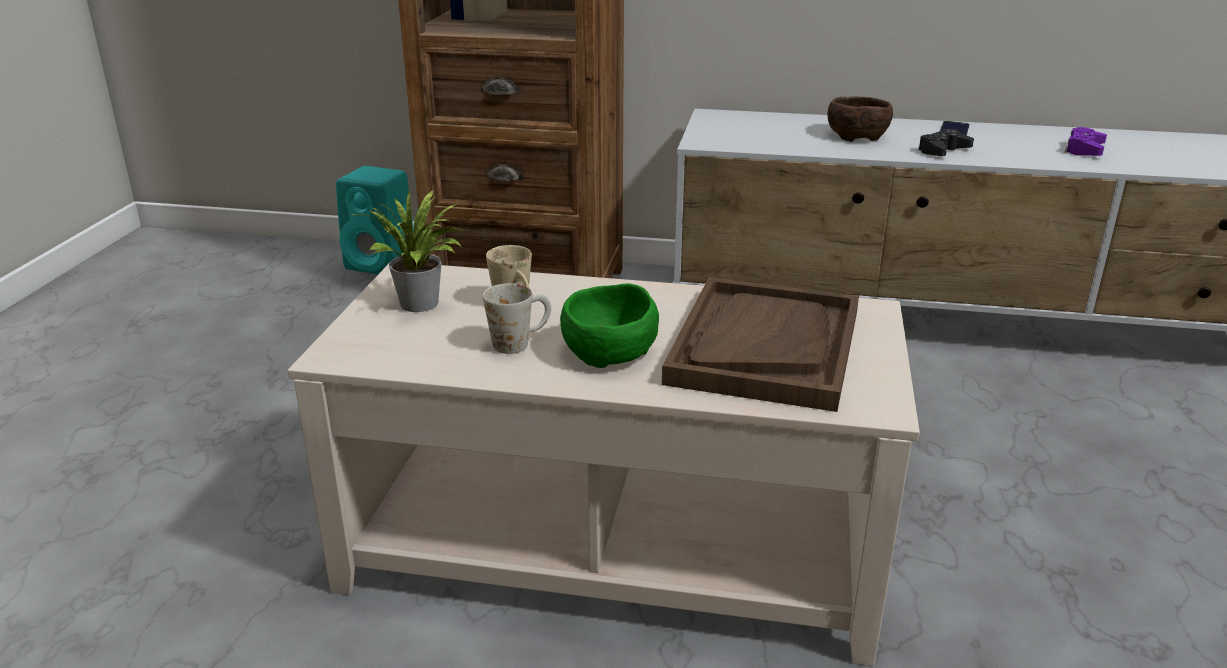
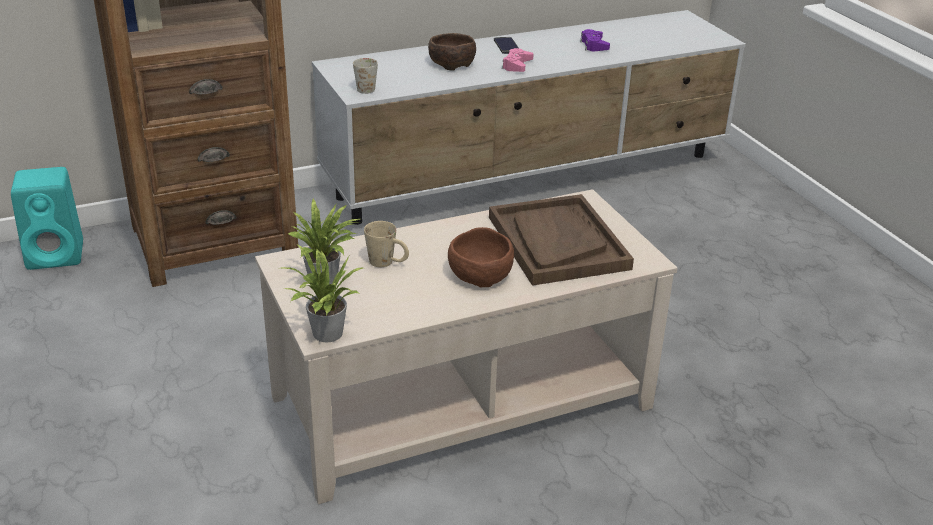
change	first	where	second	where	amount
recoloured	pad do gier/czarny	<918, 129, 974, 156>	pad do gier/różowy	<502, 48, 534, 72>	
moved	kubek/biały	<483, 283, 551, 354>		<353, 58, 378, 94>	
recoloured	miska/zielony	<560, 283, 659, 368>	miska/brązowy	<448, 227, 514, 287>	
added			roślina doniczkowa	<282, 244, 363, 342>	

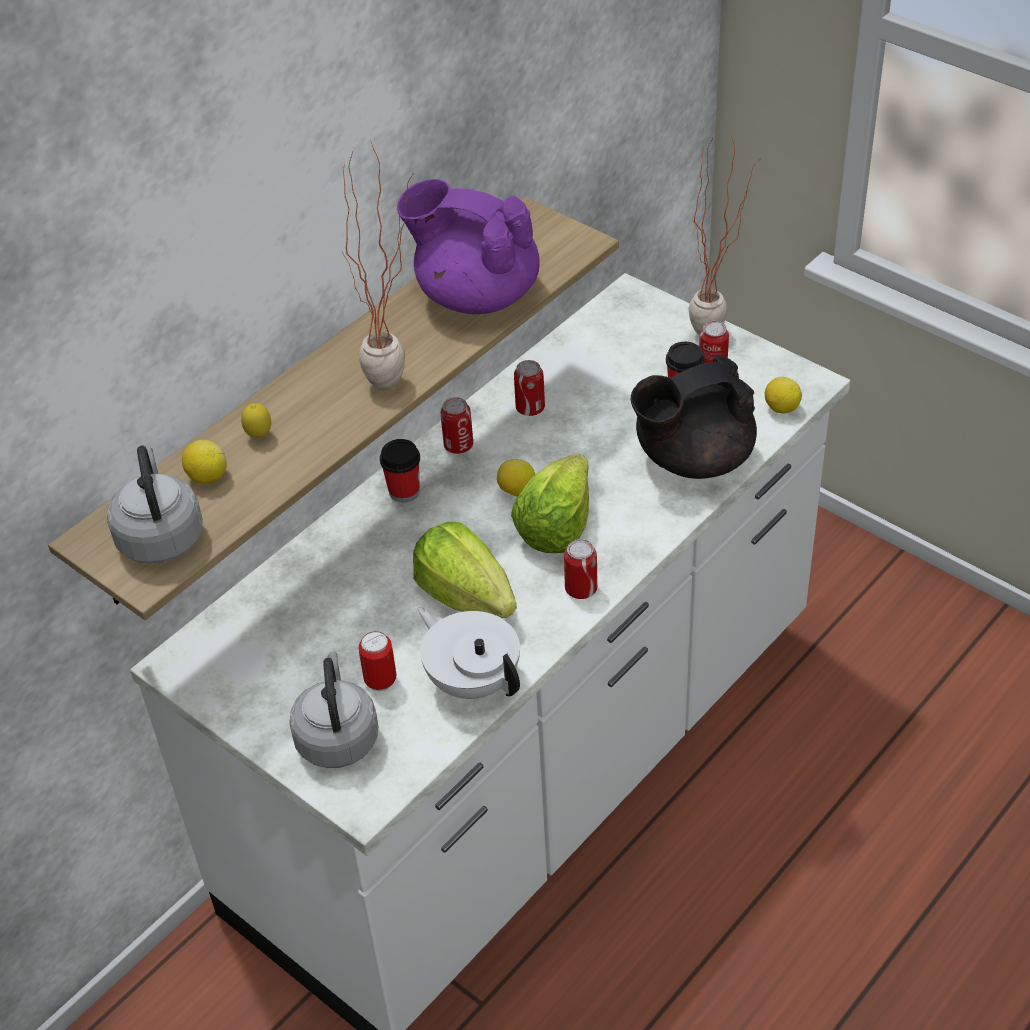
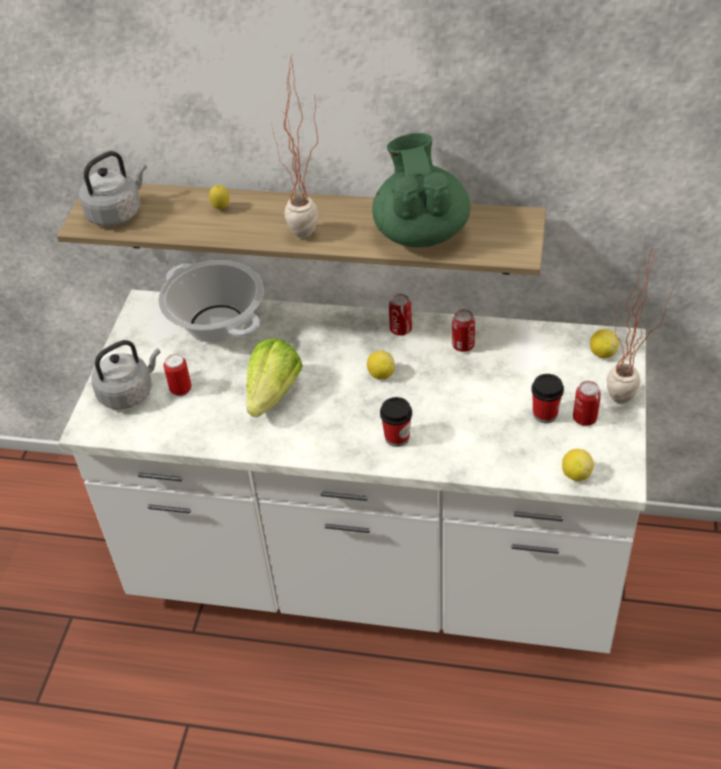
change	first	where	second	where	amount
recoloured	imbryk/fioletowy	<397, 179, 540, 314>	imbryk/zielony	<372, 133, 471, 247>	
removed	imbryk/czarny	<631, 354, 757, 479>			
moved	filiżanka	<380, 439, 420, 502>		<380, 397, 412, 447>	
moved	cytryna	<182, 440, 227, 484>		<590, 329, 619, 358>	
removed	sałata	<511, 454, 589, 553>			
removed	puszka	<564, 539, 598, 599>			
removed	imbryk/biały	<417, 607, 520, 699>			
added			garnek	<158, 260, 264, 343>	

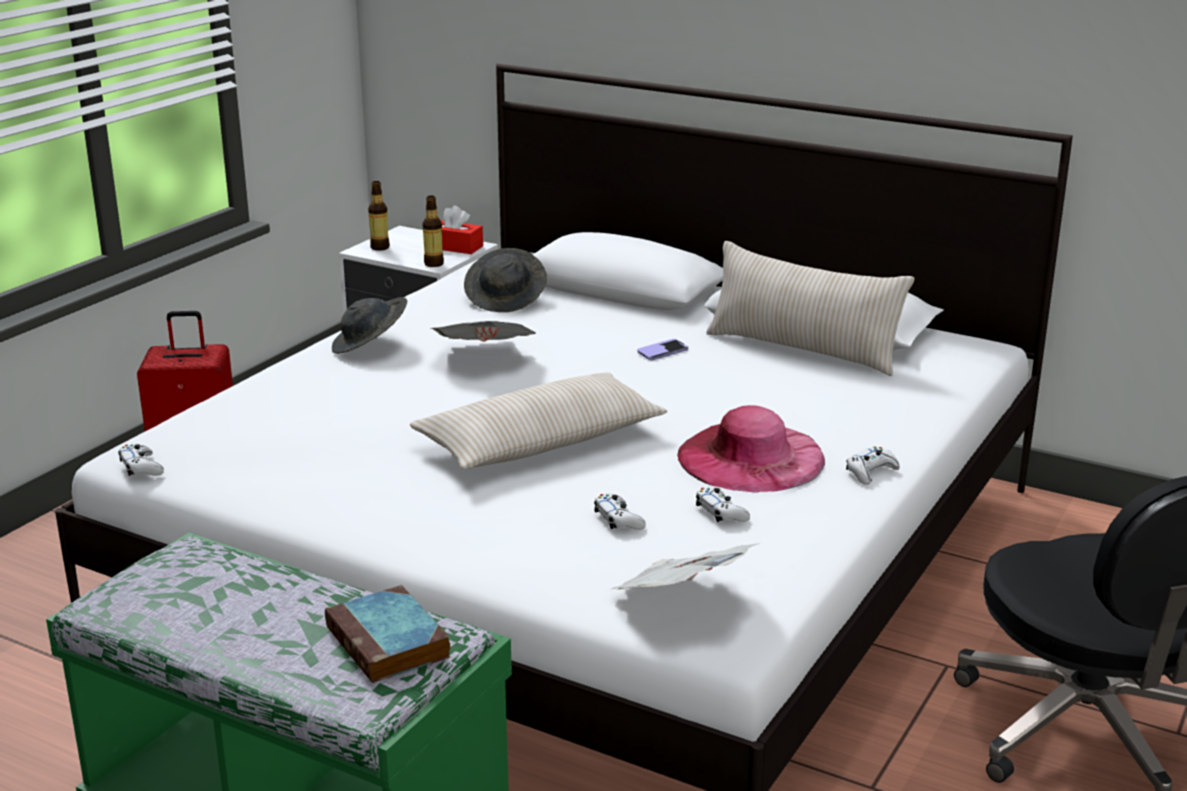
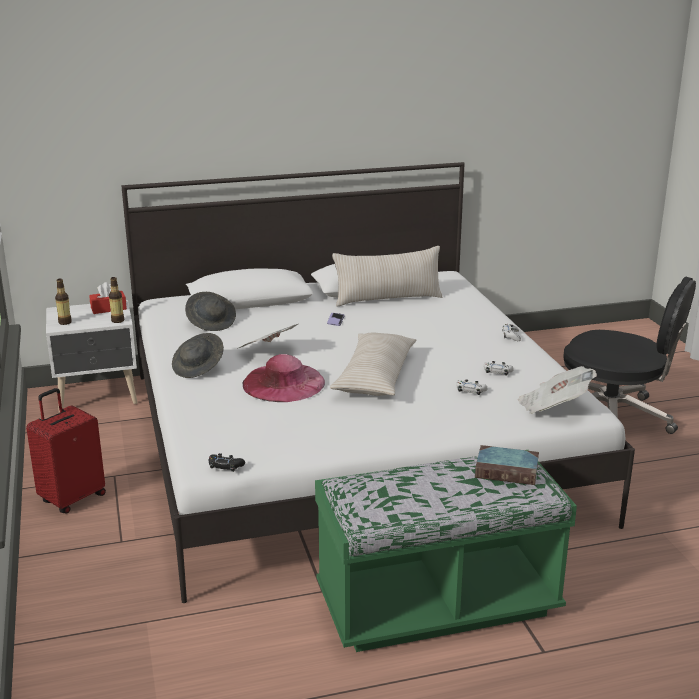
change	first	where	second	where	amount
moved	kapelusz/różowy	<677, 405, 825, 493>		<243, 354, 325, 402>	
recoloured	pad do gier/biały	<118, 443, 164, 476>	pad do gier/czarny	<208, 453, 245, 472>	

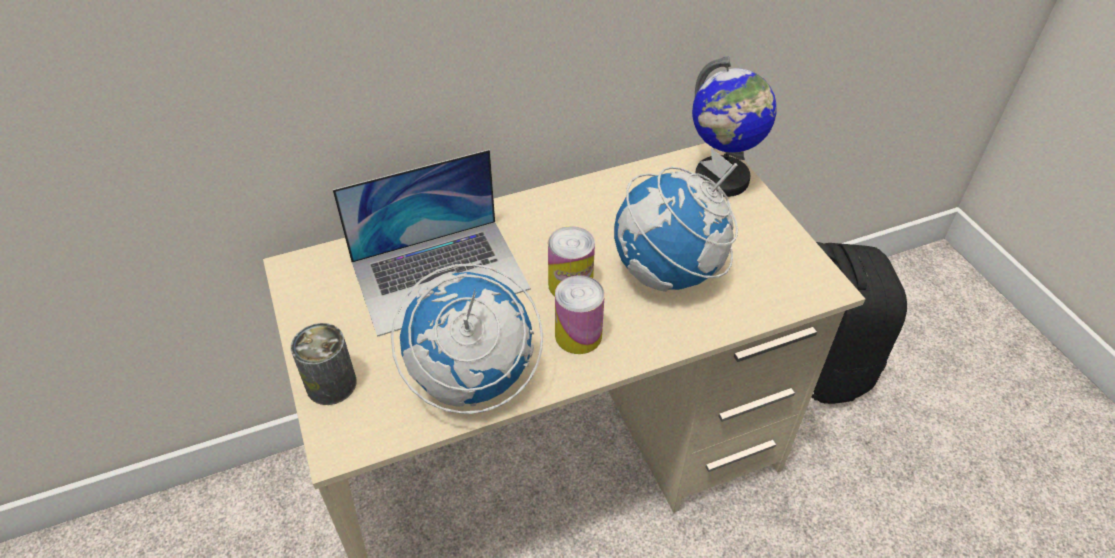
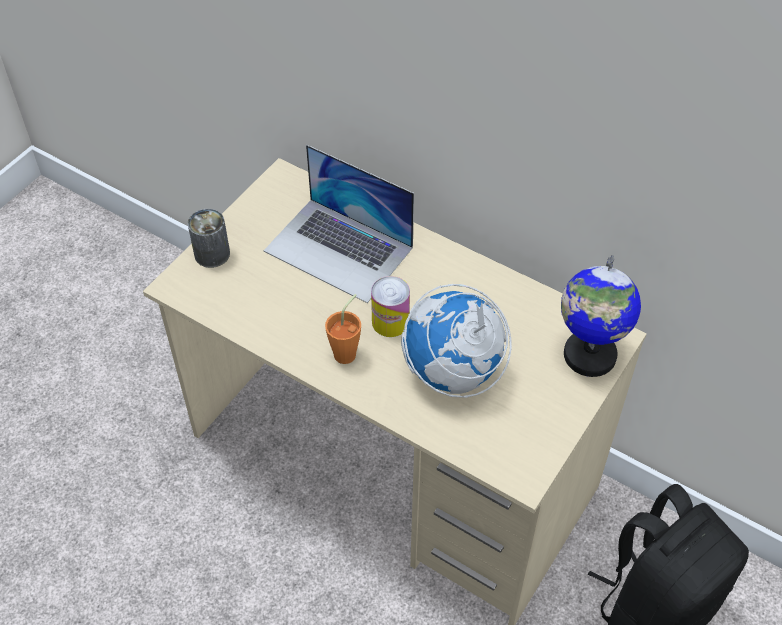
change	first	where	second	where	amount
removed	globus	<391, 263, 543, 414>			
replaced	puszka	<555, 275, 605, 354>	filiżanka/pomarańczowy	<325, 294, 361, 364>	

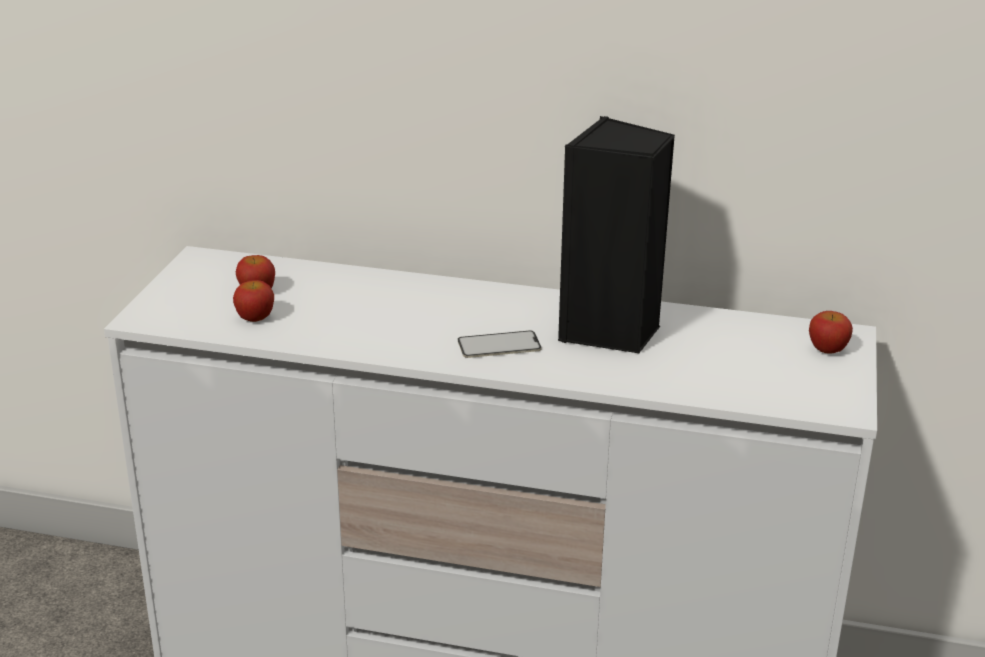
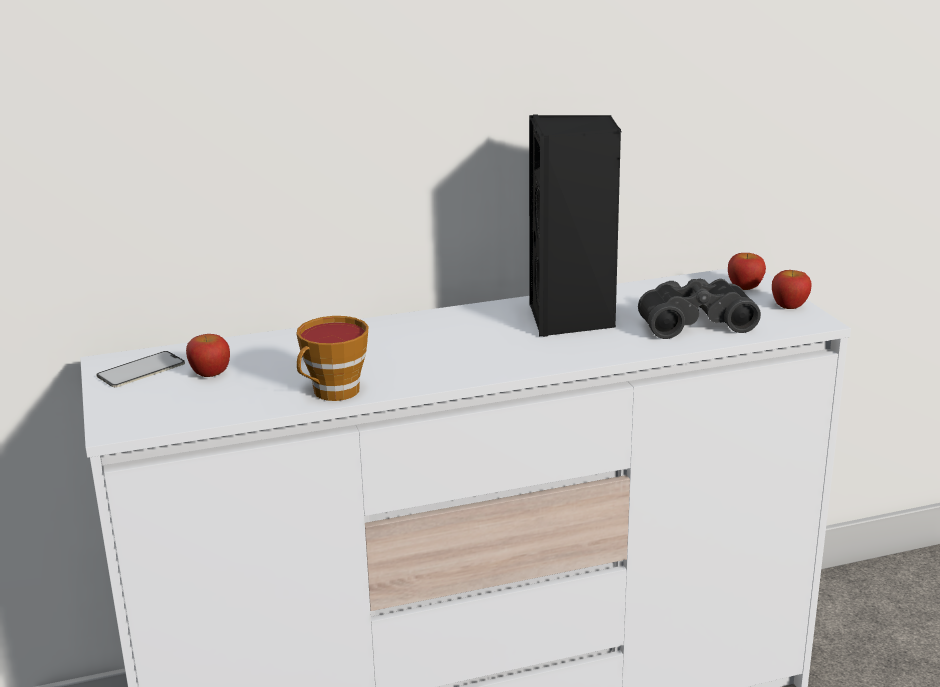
change	first	where	second	where	amount
moved	jabłko	<233, 280, 274, 322>		<772, 270, 812, 309>	
moved	telefon	<458, 330, 541, 358>		<96, 351, 185, 387>	
added			lornetka/czarny	<638, 279, 761, 339>	
added			filiżanka	<296, 316, 368, 401>	

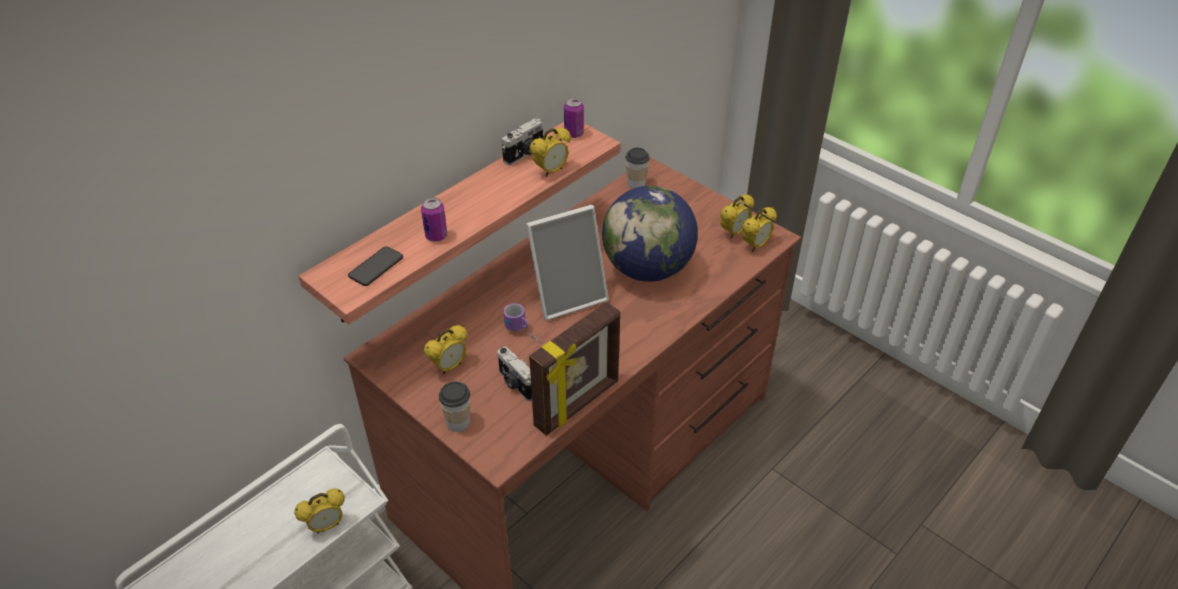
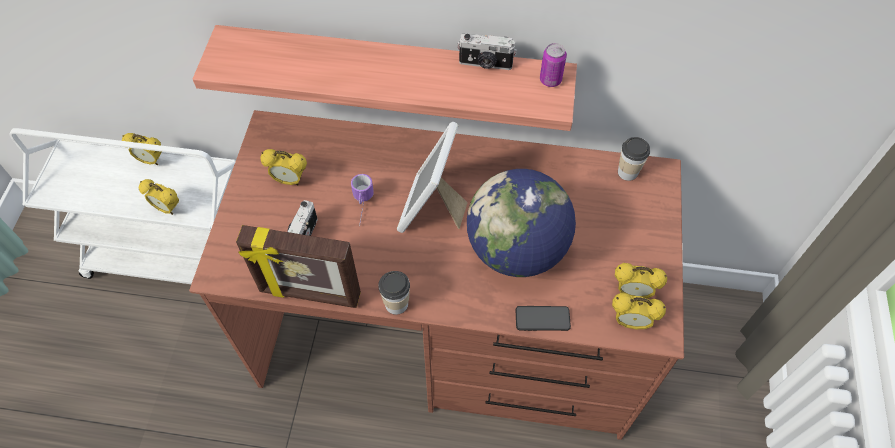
change	first	where	second	where	amount
moved	budzik	<530, 128, 571, 177>		<122, 133, 162, 165>	
removed	puszka	<421, 197, 447, 242>			
turned	ramka na zdjęcie	<526, 205, 609, 321>		<397, 122, 468, 233>	75 degrees clockwise
moved	telefon	<348, 246, 403, 286>		<516, 306, 571, 331>	
moved	filiżanka	<439, 381, 470, 432>		<378, 271, 410, 315>	

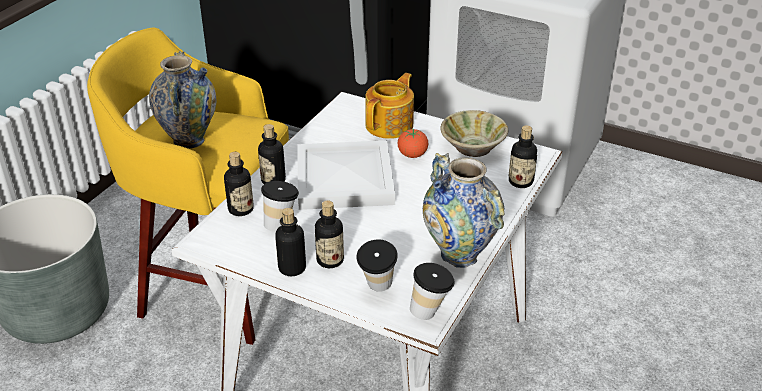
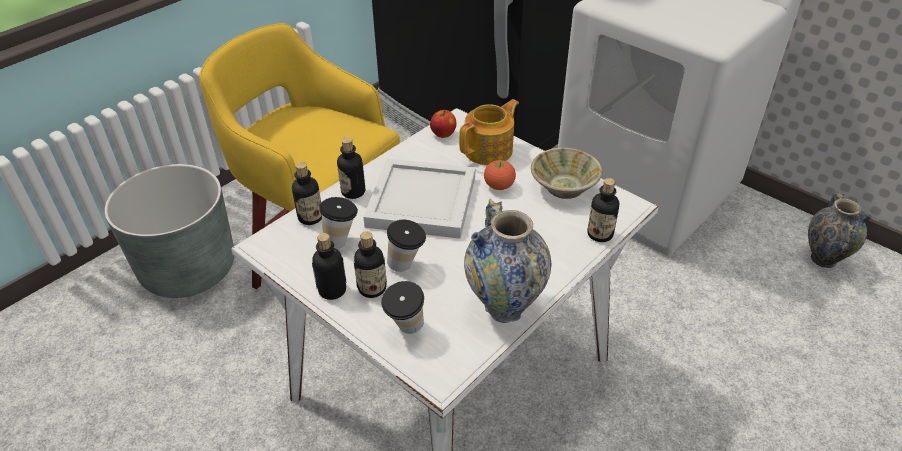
change	first	where	second	where	amount
moved	wazon	<149, 51, 216, 149>		<808, 192, 872, 268>	
moved	filiżanka	<410, 263, 455, 320>		<387, 220, 426, 272>	
added			jabłko	<430, 110, 457, 138>	

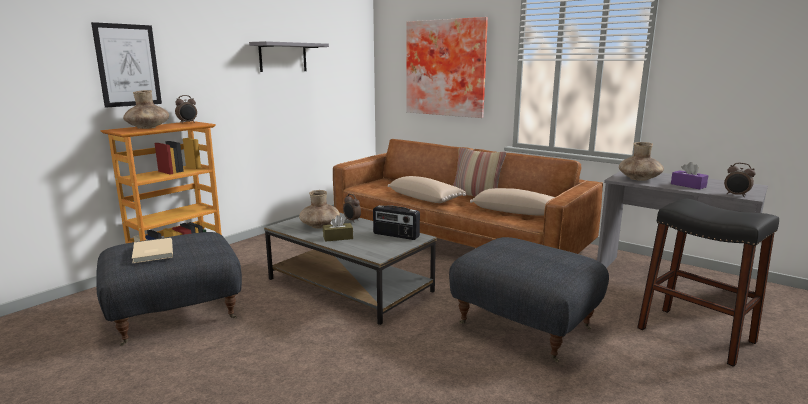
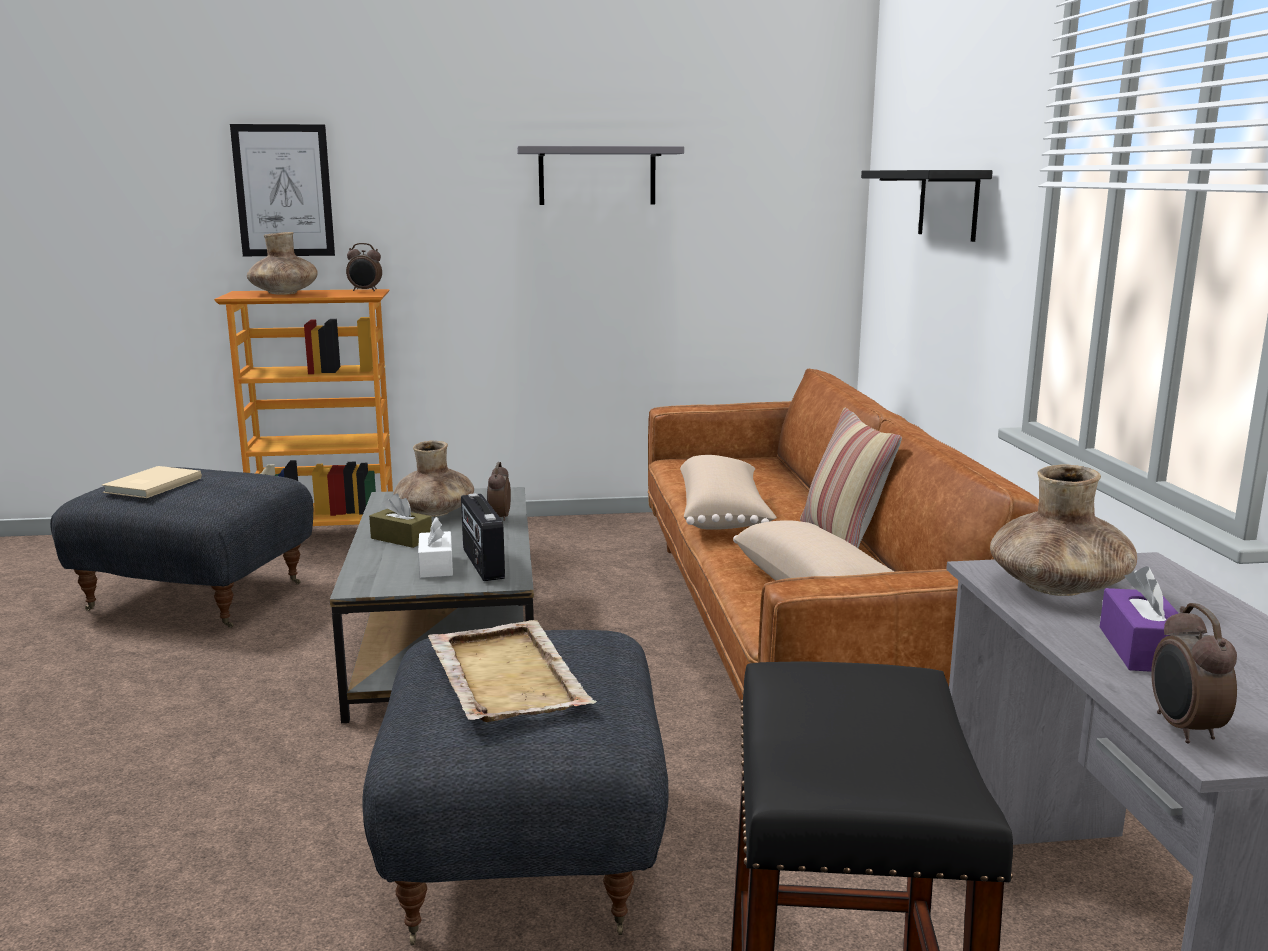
change	first	where	second	where	amount
replaced	obraz	<406, 17, 488, 118>	półka/czarny	<861, 170, 993, 242>	
added			pudełko chusteczek/biały	<418, 517, 453, 578>	
added			taca/beżowy	<428, 620, 597, 722>	

